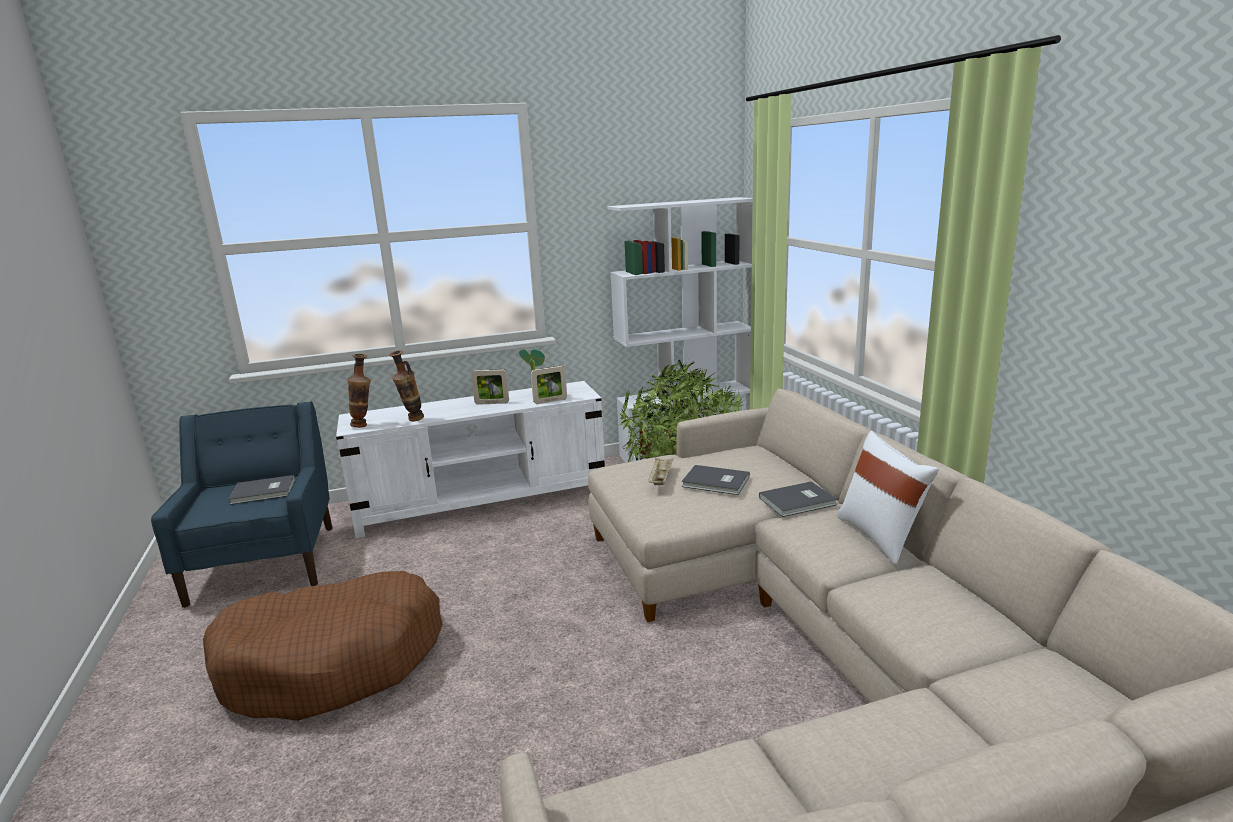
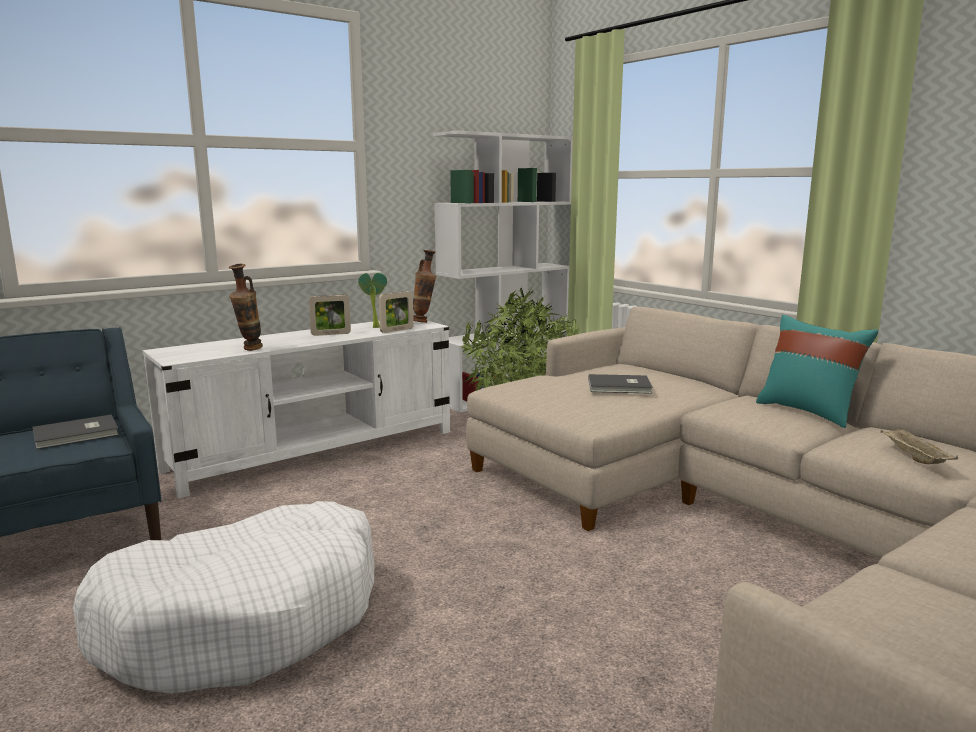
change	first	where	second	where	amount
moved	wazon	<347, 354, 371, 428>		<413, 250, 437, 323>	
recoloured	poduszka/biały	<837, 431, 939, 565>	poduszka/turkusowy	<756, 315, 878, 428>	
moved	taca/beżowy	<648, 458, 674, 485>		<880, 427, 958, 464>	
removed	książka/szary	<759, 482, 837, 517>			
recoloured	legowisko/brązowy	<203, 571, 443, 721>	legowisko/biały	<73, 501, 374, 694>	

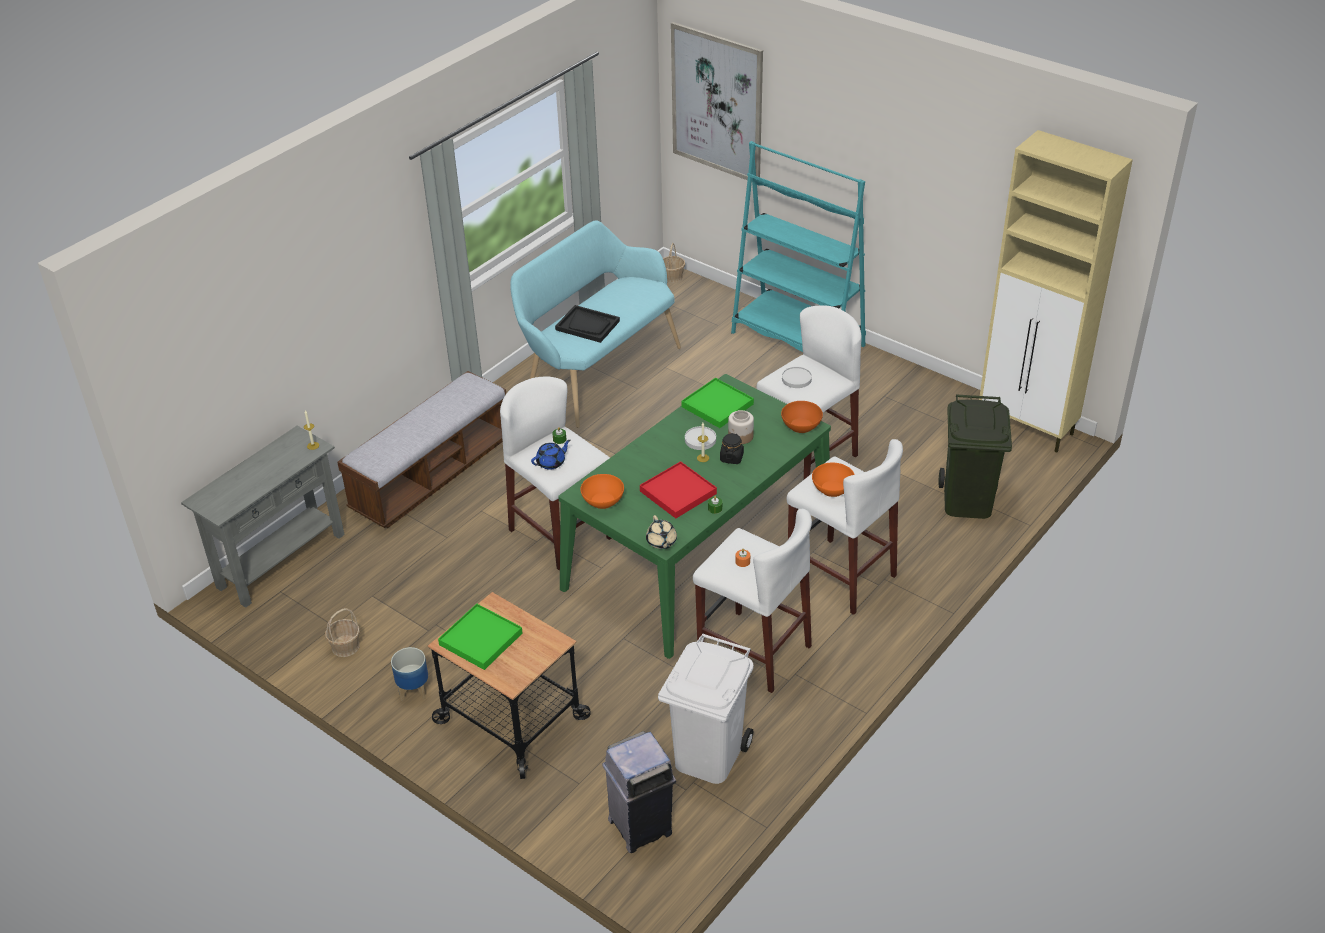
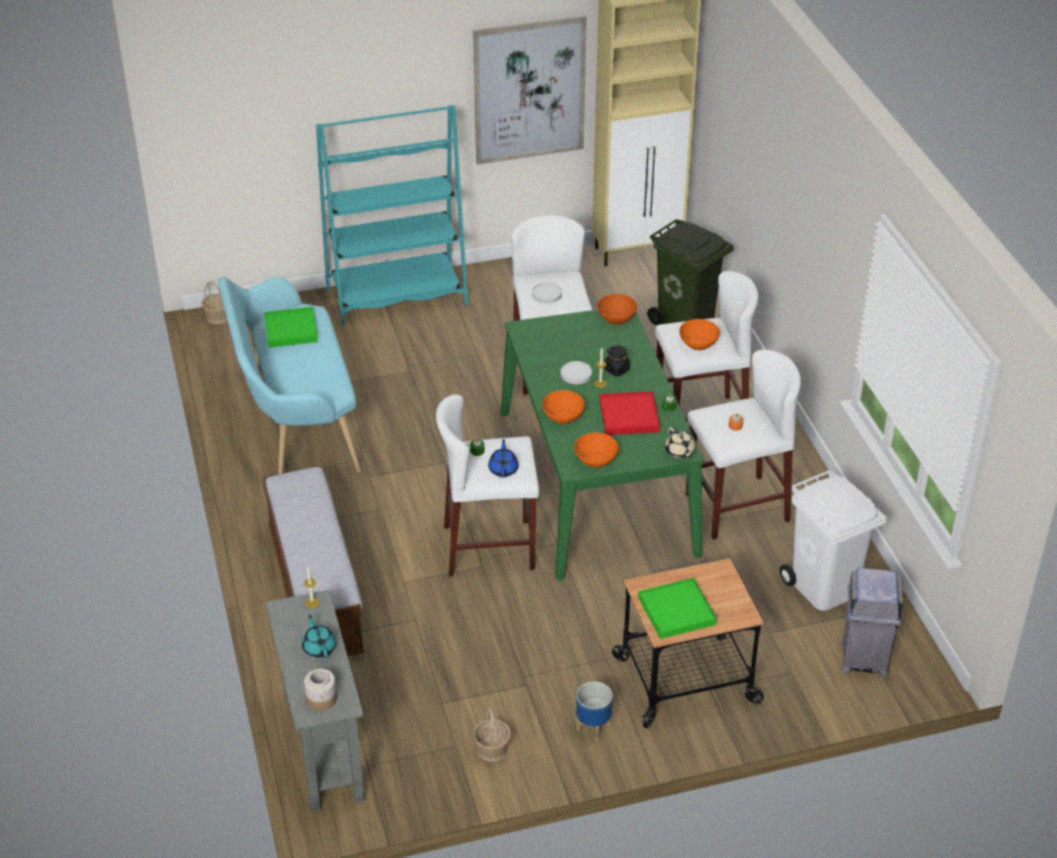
change	first	where	second	where	amount
moved	obraz	<671, 22, 763, 180>		<473, 16, 587, 165>	
removed	taca/czarny	<555, 305, 620, 343>			
moved	taca/zielony	<681, 378, 754, 428>		<264, 307, 318, 348>	
moved	słoik	<728, 410, 754, 444>		<304, 669, 337, 711>	
turned	imbryk/beżowy	<646, 515, 677, 549>		<665, 427, 695, 458>	45 degrees clockwise
added			miska/pomarańczowy	<542, 390, 585, 424>	
added			imbryk/turkusowy	<302, 615, 336, 658>	

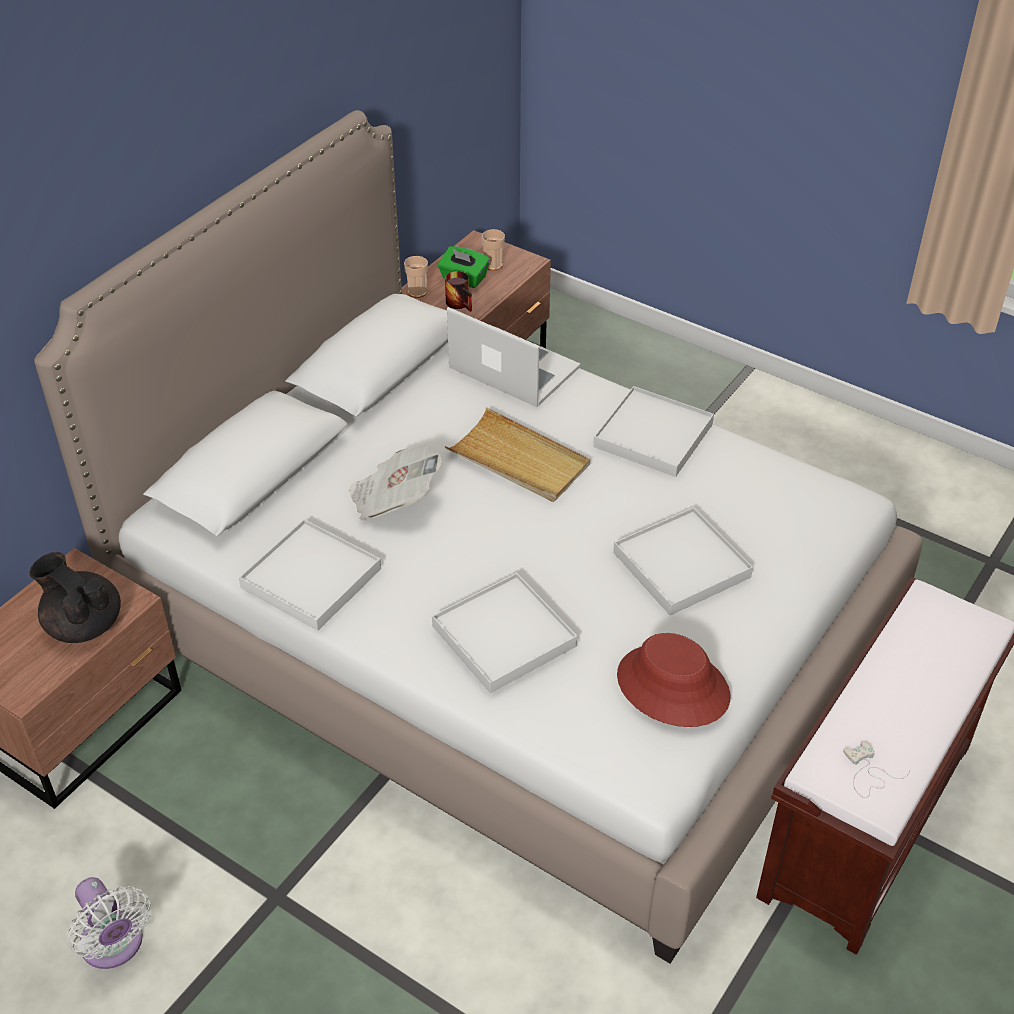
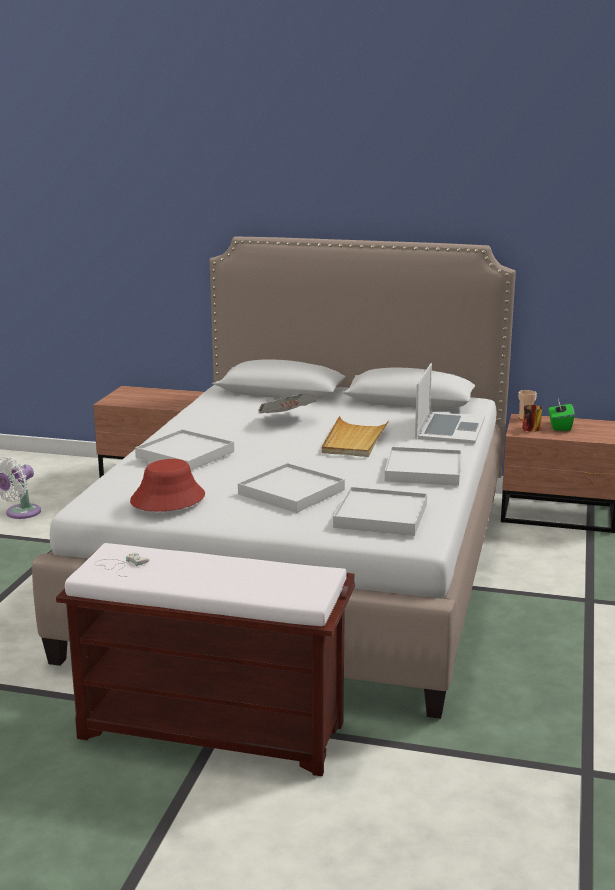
change	first	where	second	where	amount
removed	filiżanka	<482, 229, 505, 271>			
moved	taca/biały	<239, 519, 381, 631>		<333, 487, 427, 536>	
removed	imbryk/czarny	<29, 552, 121, 643>			

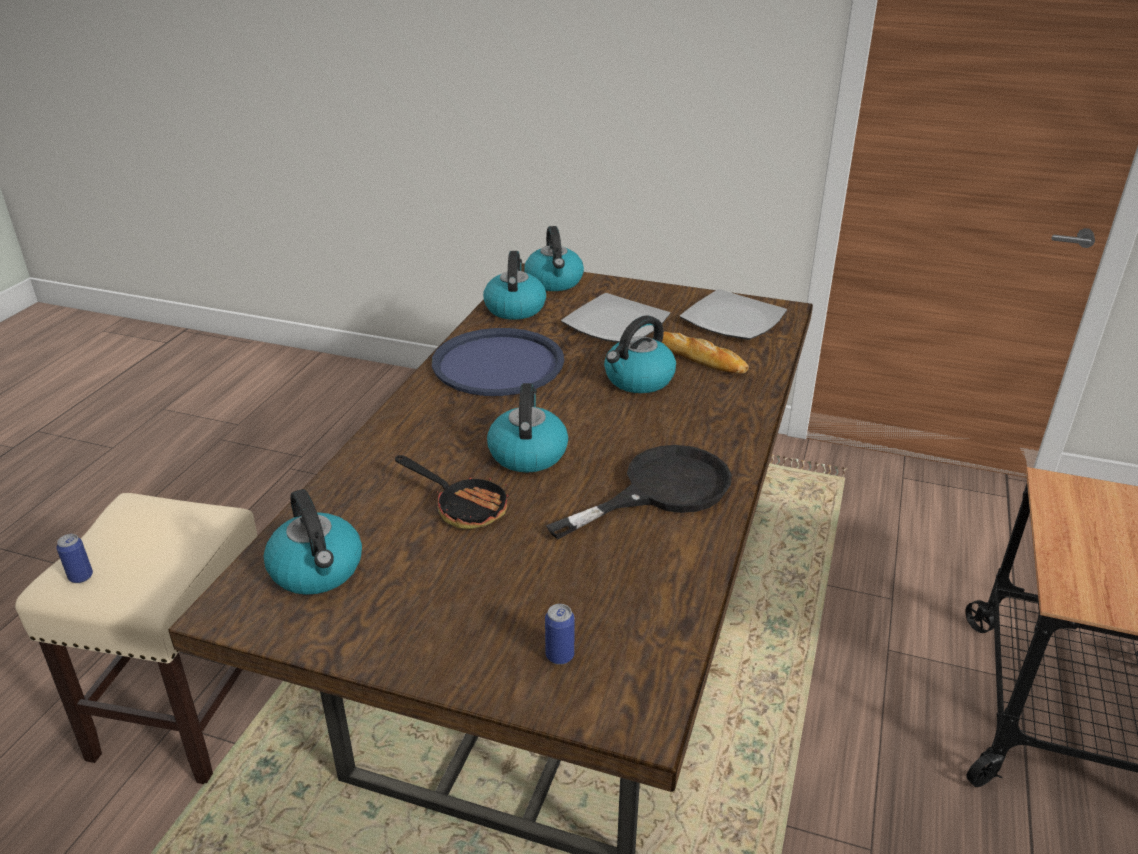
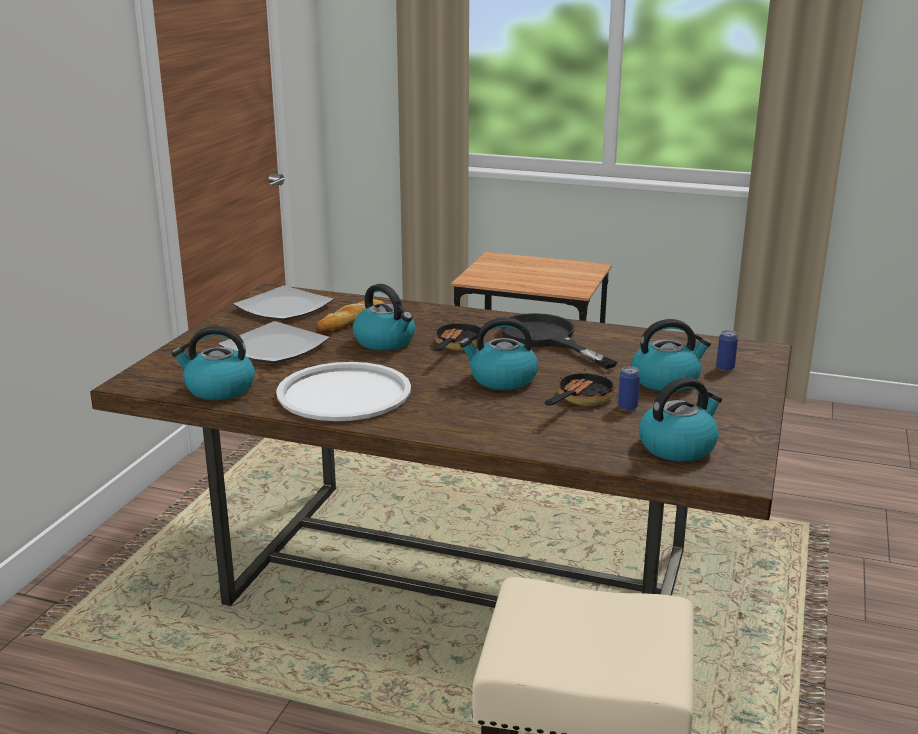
change	first	where	second	where	amount
moved	czajnik	<524, 226, 584, 291>		<631, 319, 711, 391>	
recoloured	taca/niebieski	<432, 328, 564, 396>	taca/biały	<276, 362, 411, 421>	
moved	puszka	<56, 534, 93, 583>		<618, 366, 640, 411>	
added			patelnia	<434, 319, 484, 351>	

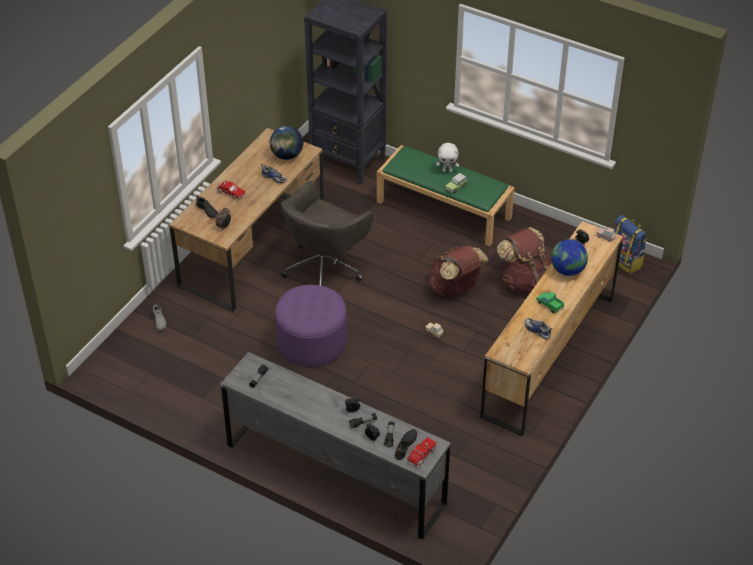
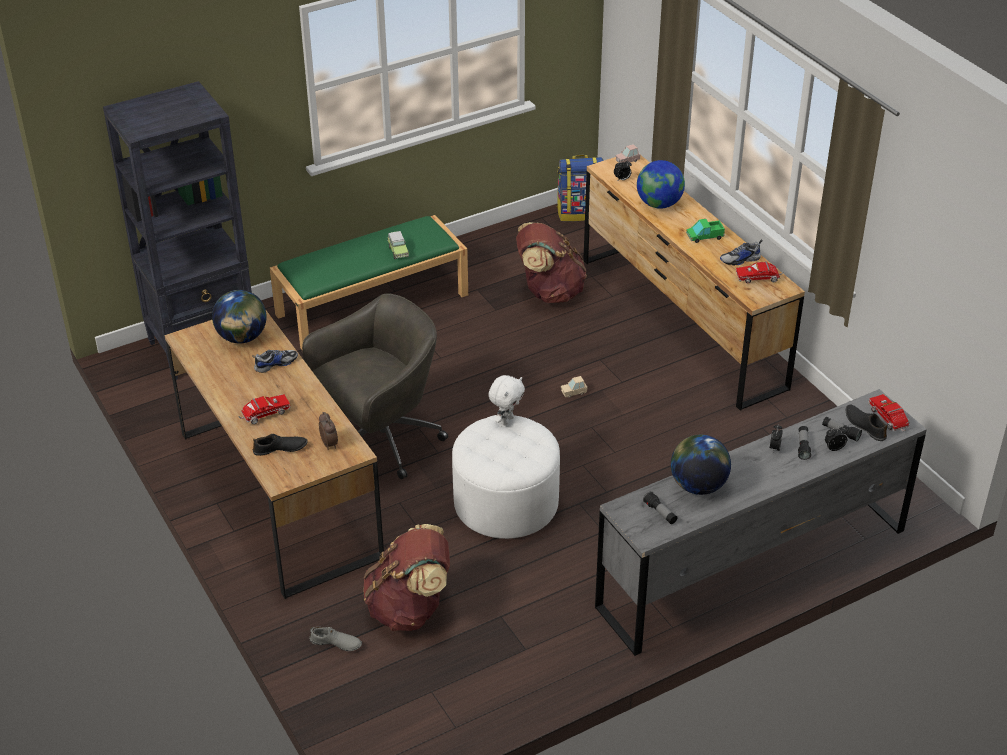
change	first	where	second	where	amount
moved	pluszak/biały	<436, 143, 459, 172>		<488, 375, 525, 425>	
turned	krzesło biurowe/szary	<281, 181, 373, 286>		<302, 293, 448, 479>	105 degrees counterclockwise
moved	plecak/brązowy	<428, 246, 489, 296>		<363, 524, 450, 631>	
recoloured	pufa/fioletowy	<275, 285, 347, 367>	pufa/biały	<452, 415, 560, 539>	
added			ciężarówka zabawkowa	<736, 261, 784, 283>	
added			globus	<671, 435, 731, 495>	

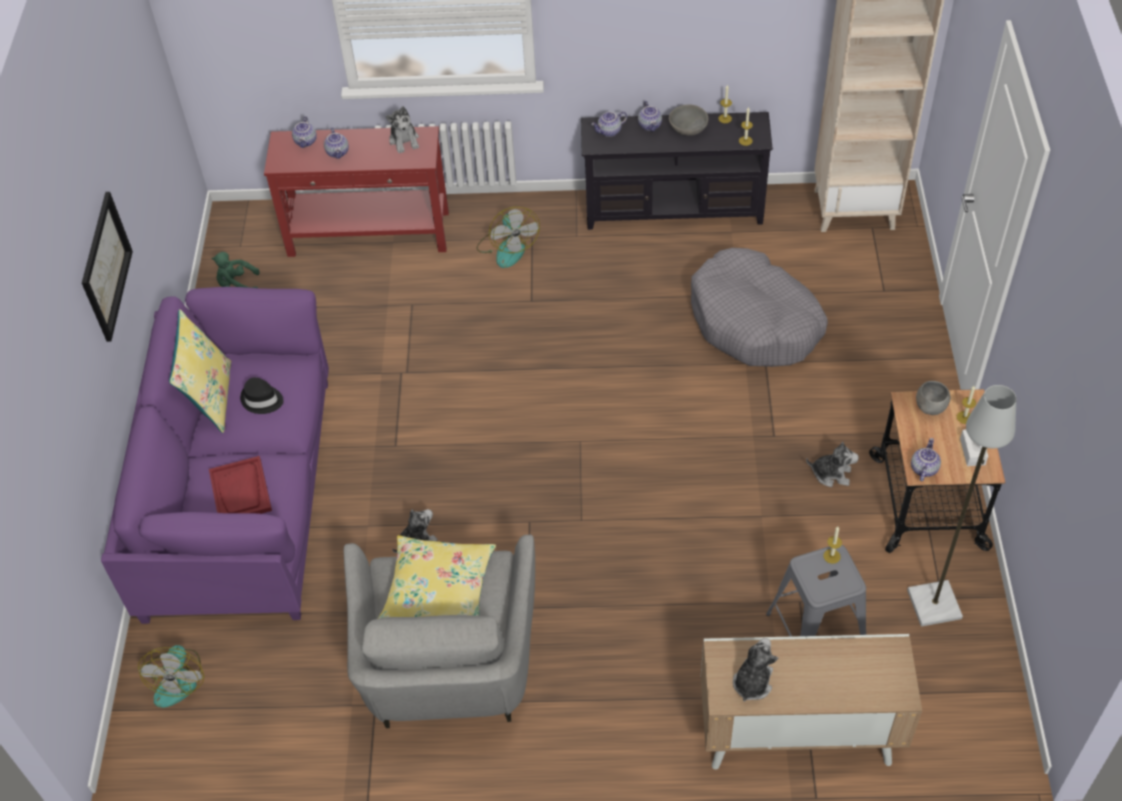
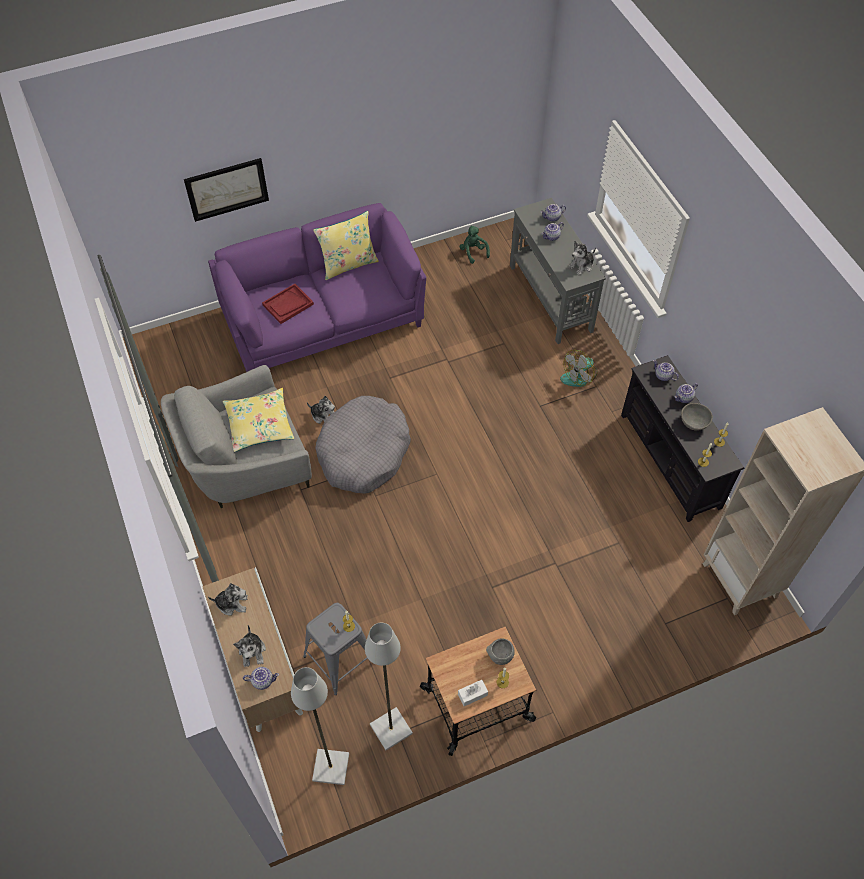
change	first	where	second	where	amount
recoloured	stolik konsolowy/czerwony	<264, 126, 449, 257>	stolik konsolowy/szary	<510, 198, 606, 344>	
moved	obraz	<82, 192, 133, 342>		<184, 158, 269, 222>	
moved	legowisko/szary	<691, 248, 828, 367>		<315, 396, 411, 494>	
removed	kapelusz/czarny	<240, 377, 283, 414>			
moved	imbryk	<911, 438, 941, 481>		<243, 667, 279, 690>	
moved	pluszak	<806, 442, 859, 487>		<233, 625, 266, 667>	
removed	wentylator	<138, 645, 204, 708>			
added			lampa stojąca/szary	<291, 667, 349, 785>	

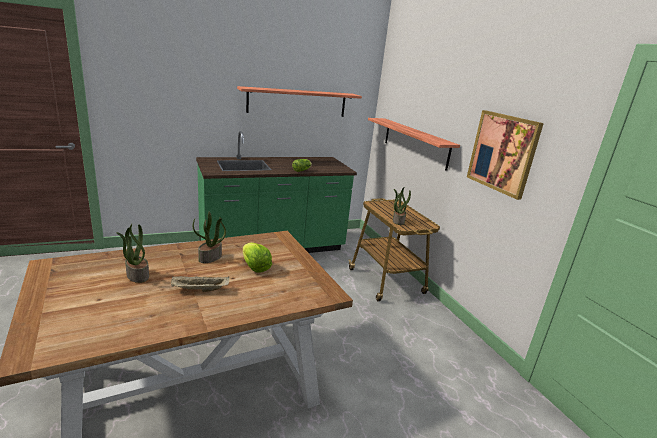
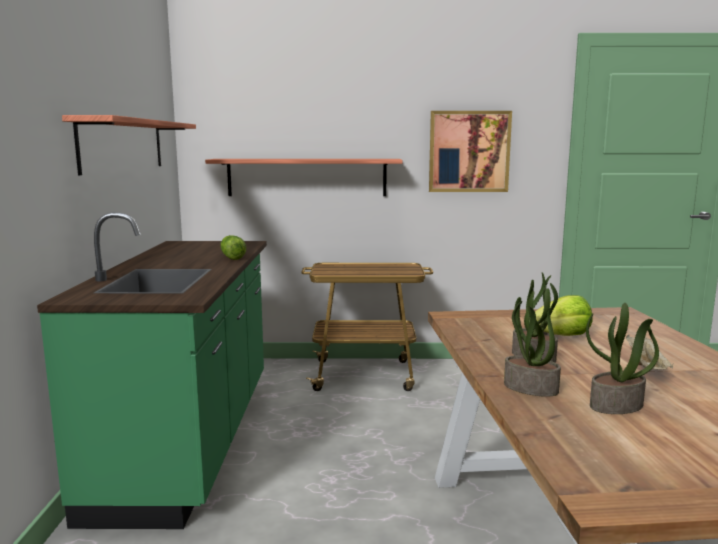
change	first	where	second	where	amount
moved	roślina doniczkowa	<393, 187, 411, 225>		<504, 291, 561, 397>	

